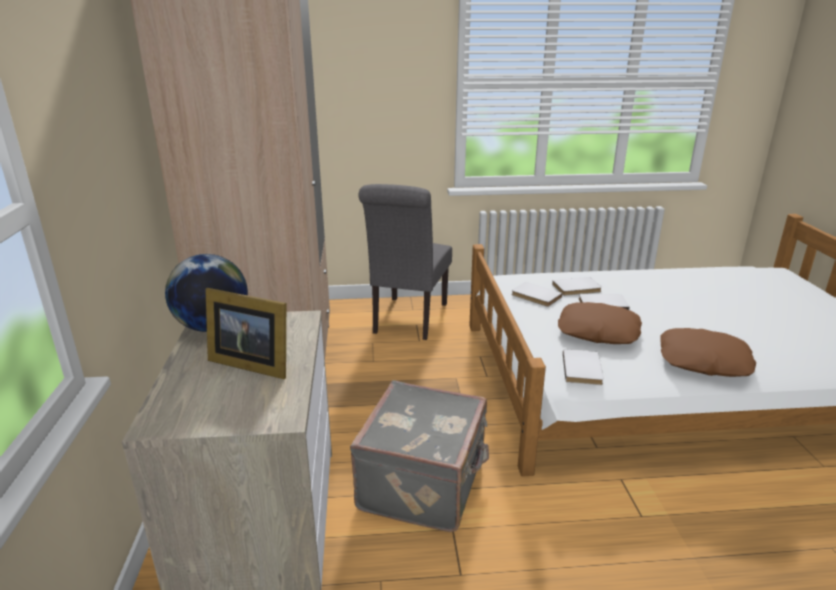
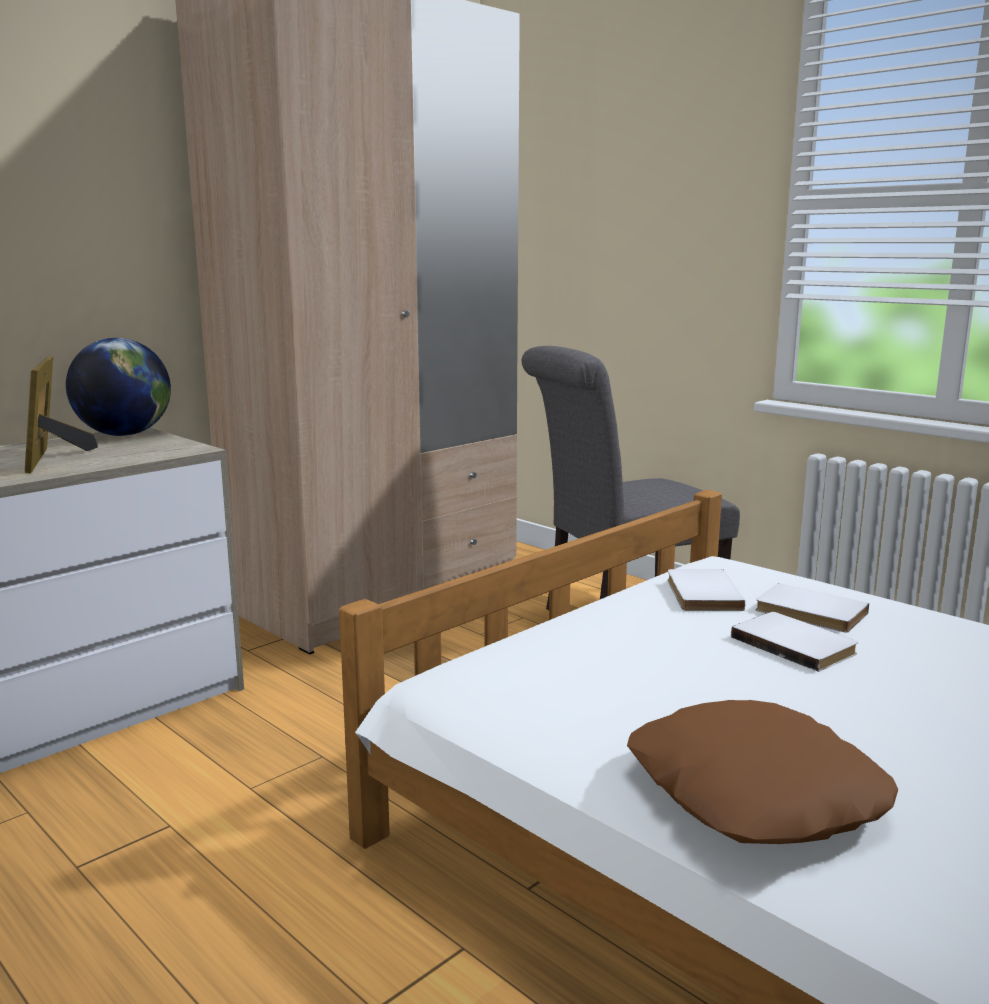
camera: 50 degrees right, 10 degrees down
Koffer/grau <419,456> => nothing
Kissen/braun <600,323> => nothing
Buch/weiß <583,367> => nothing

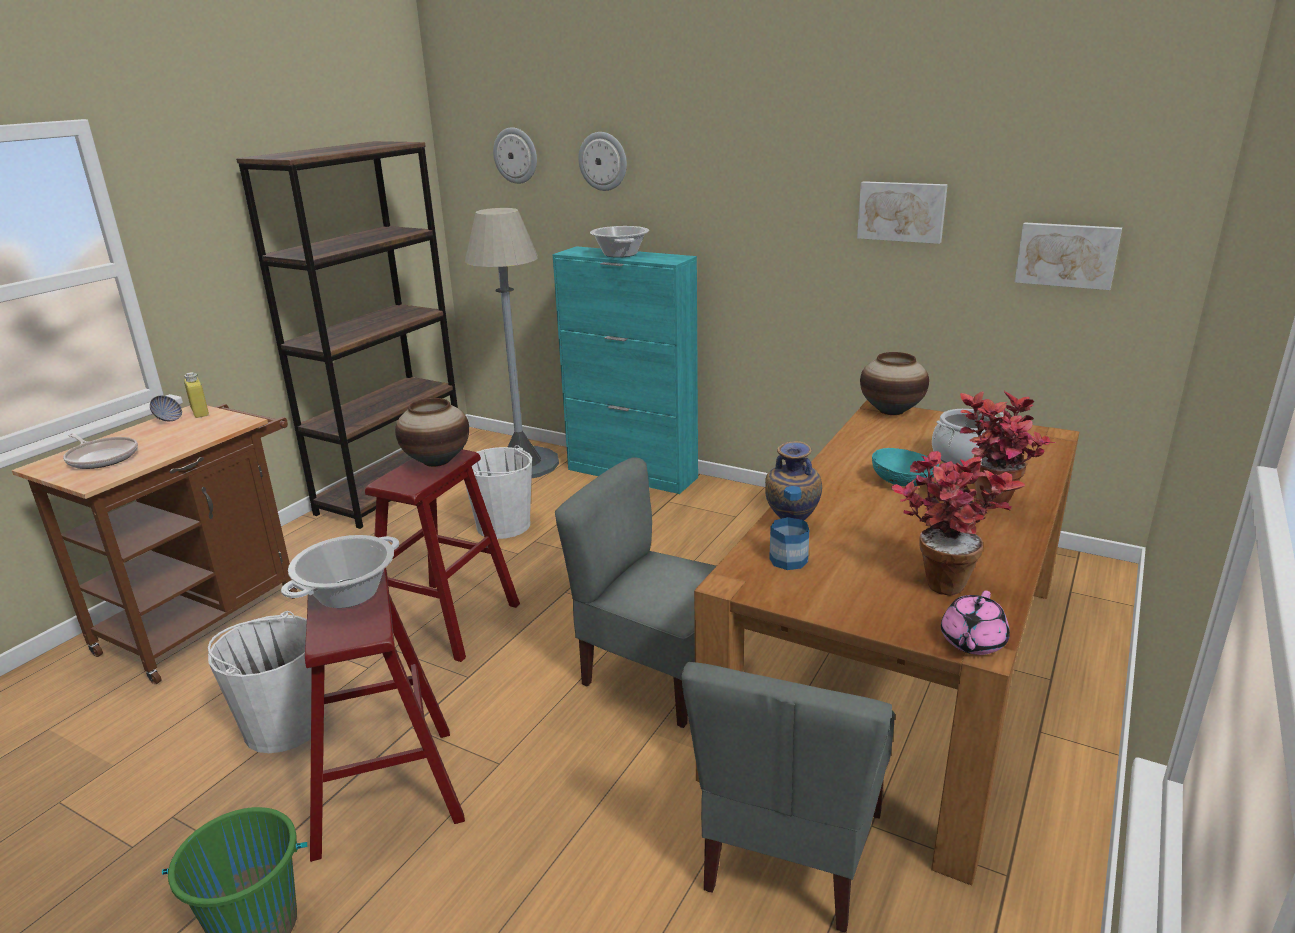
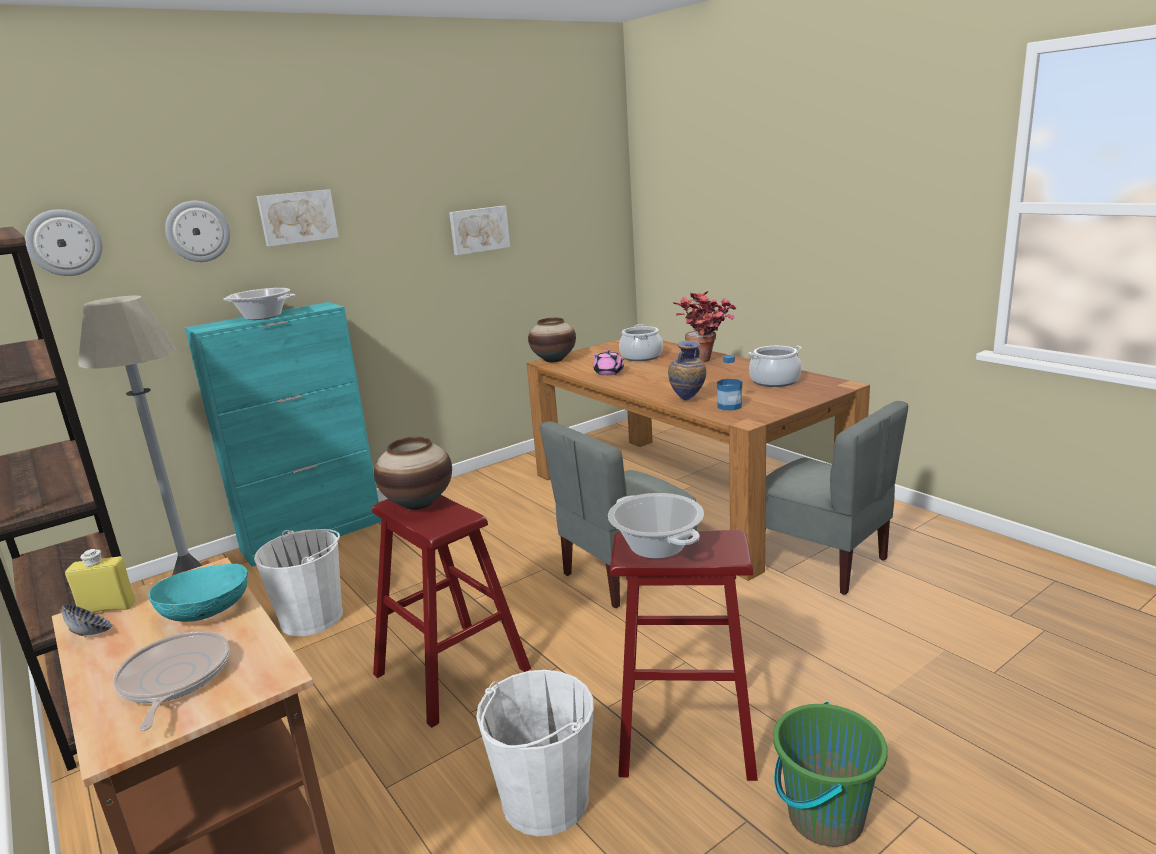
camera: 65 degrees left, 5 degrees down
Pfanne <100,451> => Pfanne <171,681>, 75 degrees counterclockwise
Schüssel/türkis <905,467> => Schüssel/türkis <198,593>, moved
Topfpflanze <958,523> => Kochtopf <775,366>
Teekanne/rosa <975,623> => Teekanne/rosa <608,362>, moved
Bild <1068,256> => Bild <298,217>, moved

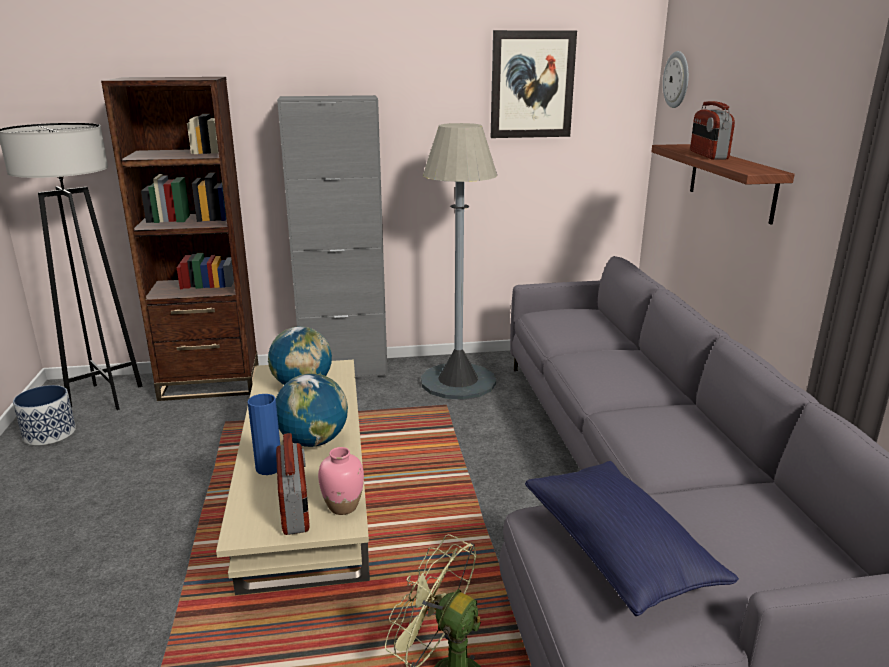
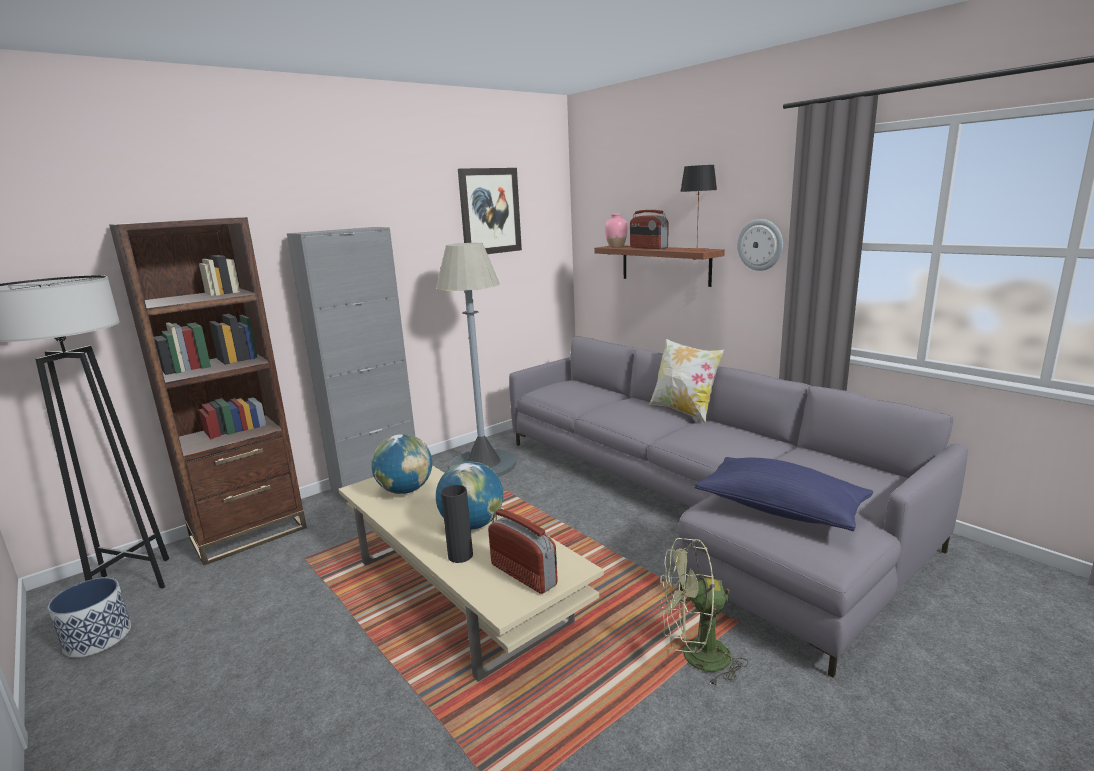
camera: 30 degrees left, 5 degrees down
Vase/blau <263,434> => Vase/schwarz <457,524>
Vase/rosa <341,481> => Vase/rosa <616,230>, moved
Wanduhr <676,79> => Wanduhr <760,245>, moved
nothing => Kissen <687,381>
nothing => Tischlampe <698,208>

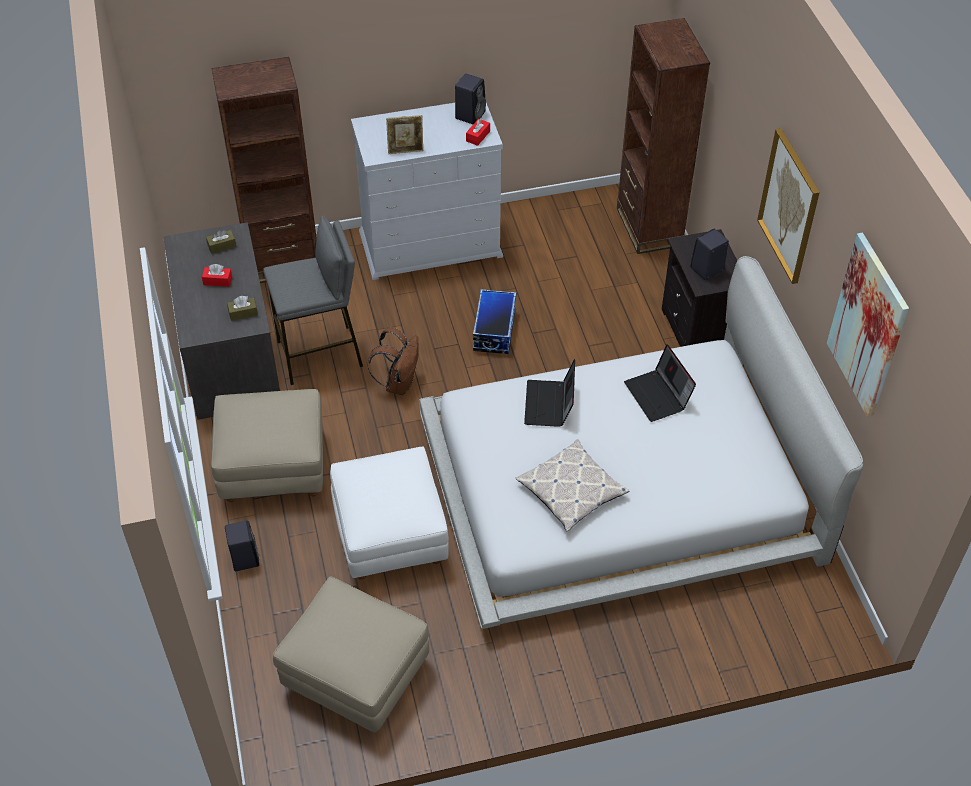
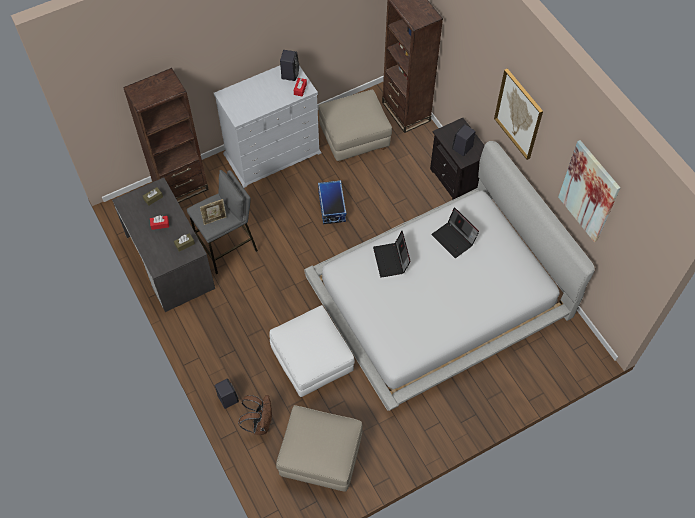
camera: 15 degrees left, 10 degrees up
Polsterhocker/beige <267,445> => Polsterhocker/beige <355,126>, moved
Rucksack/braun <393,361> => Rucksack/braun <255,415>, moved
Bilderrahmen <404,134> => Bilderrahmen <213,212>, moved
Kissen <572,485> => nothing

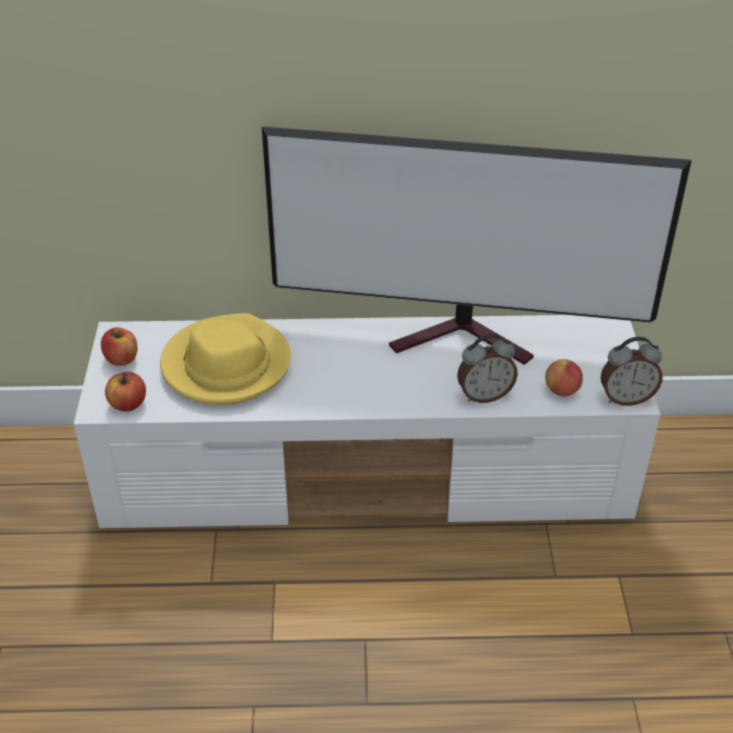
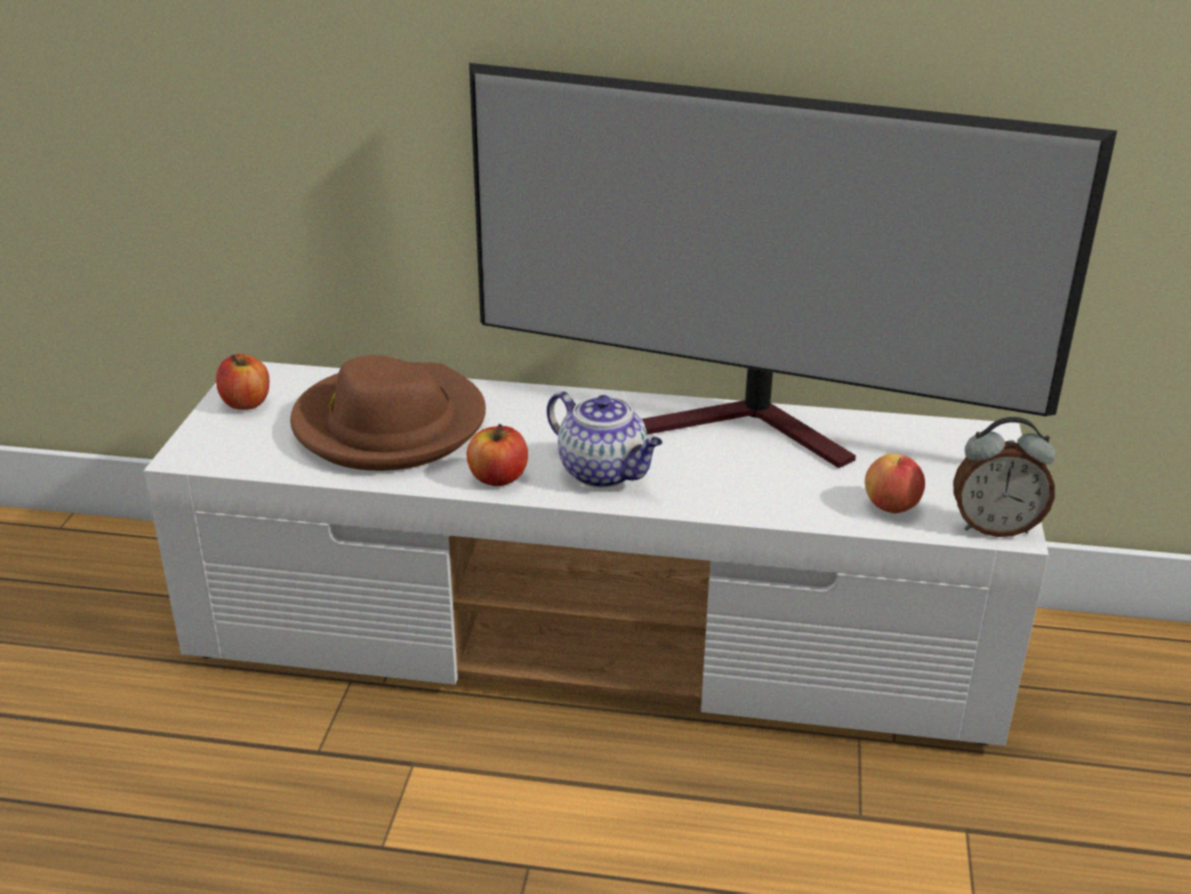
camera: 10 degrees right, 10 degrees down
Apfel <125,391> => Apfel <497,455>, moved
Hut/gelb <225,359> => Hut/braun <388,413>
Wecker <487,368> => nothing
nothing => Teekanne <605,439>

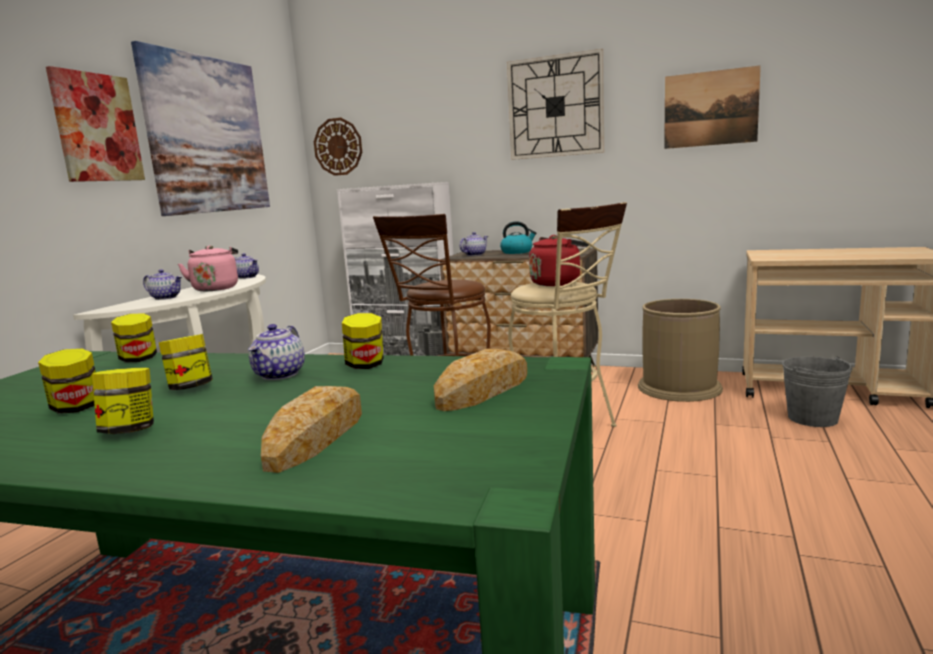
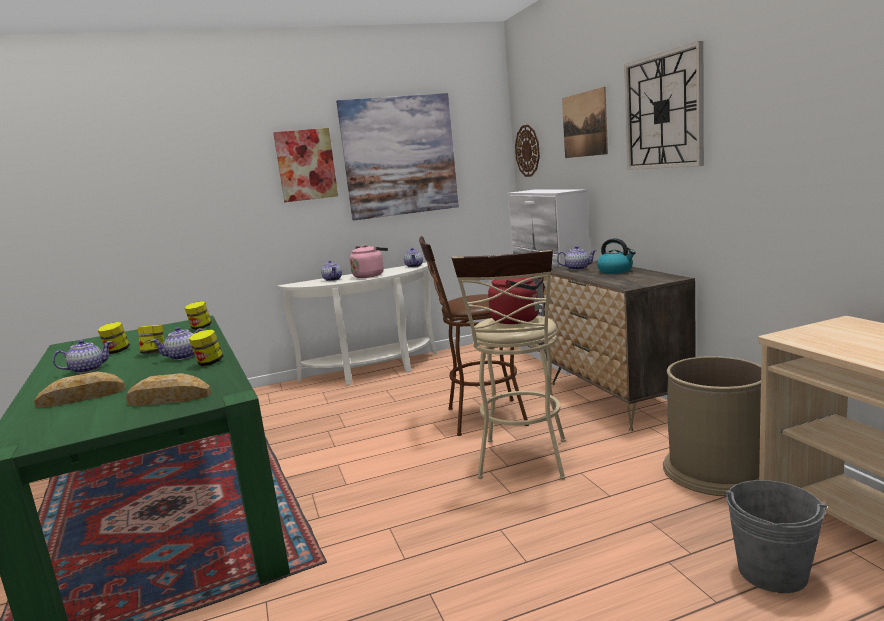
camera: 50 degrees right, 0 degrees up
Vorratsglas <123,401> => Teekanne <82,357>
Bild <712,107> => Bild <585,122>, moved

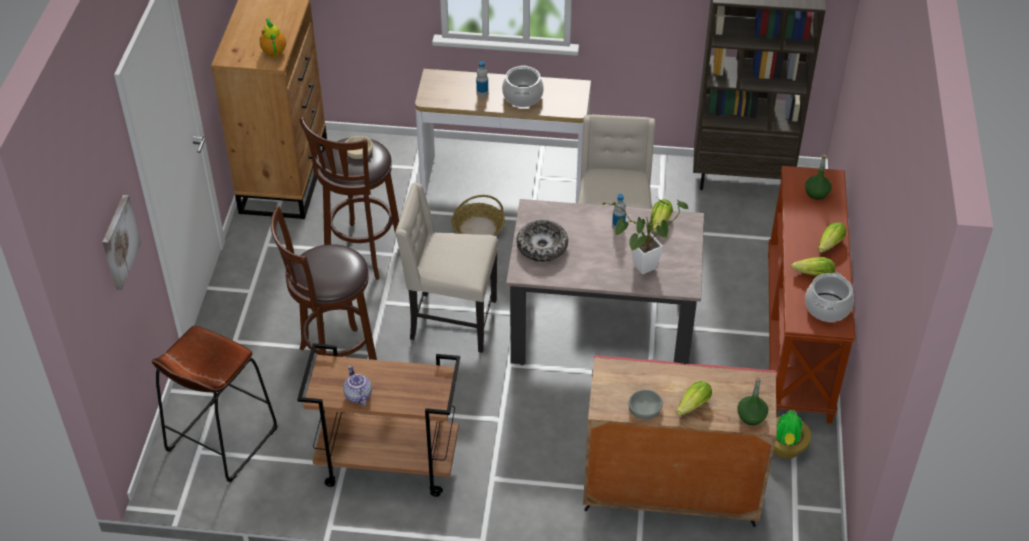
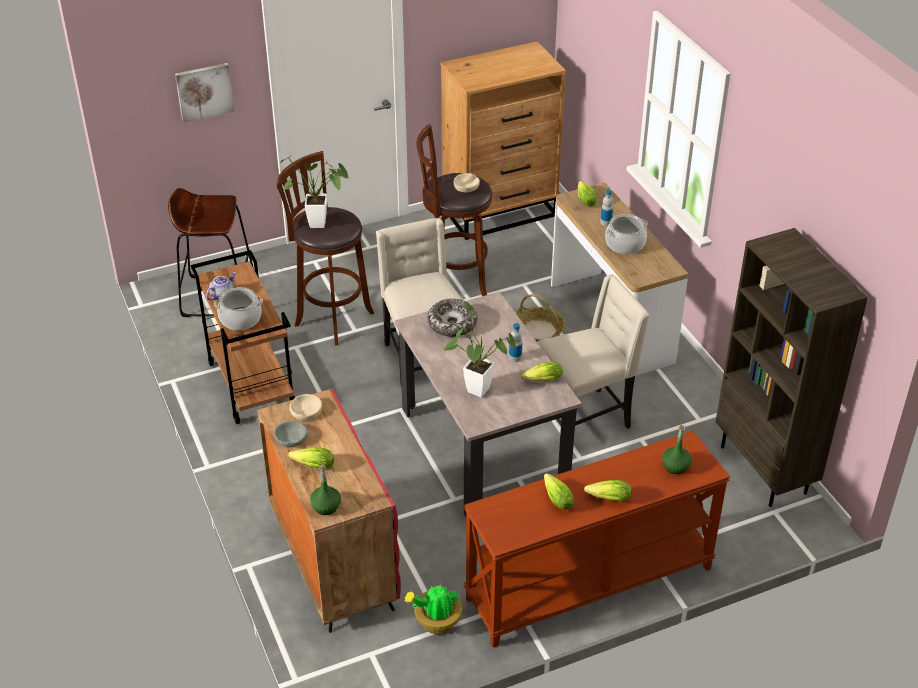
camera: 60 degrees right, 5 degrees down
Teekanne <273,38> => nothing
Kochtopf <829,297> => Kochtopf <238,309>, moved
nothing => Topfpflanze <314,191>
nothing => Schüssel/beige <305,407>
nothing => Salatkopf <587,194>

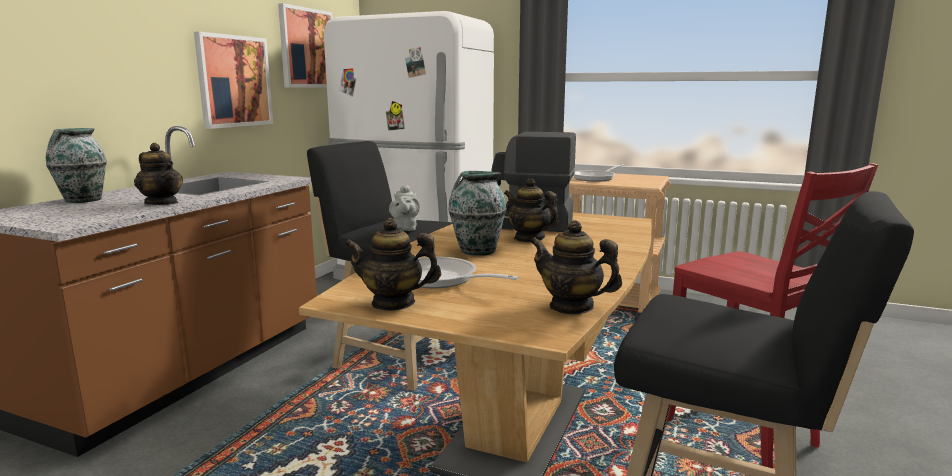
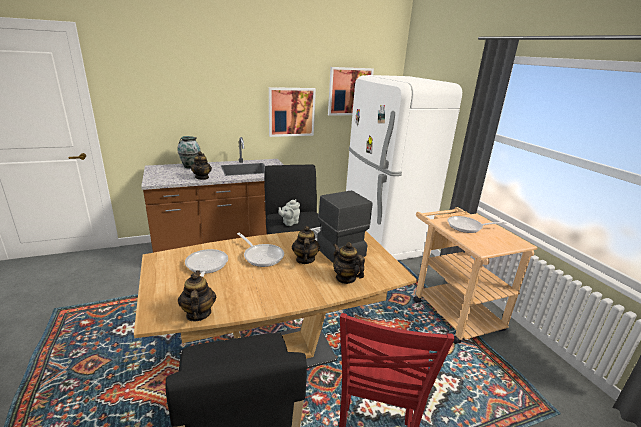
camera: 45 degrees right, 10 degrees up
Teekanne <393,264> => Teekanne <349,263>, moved
Vase <477,213> => Pfanne <260,250>

